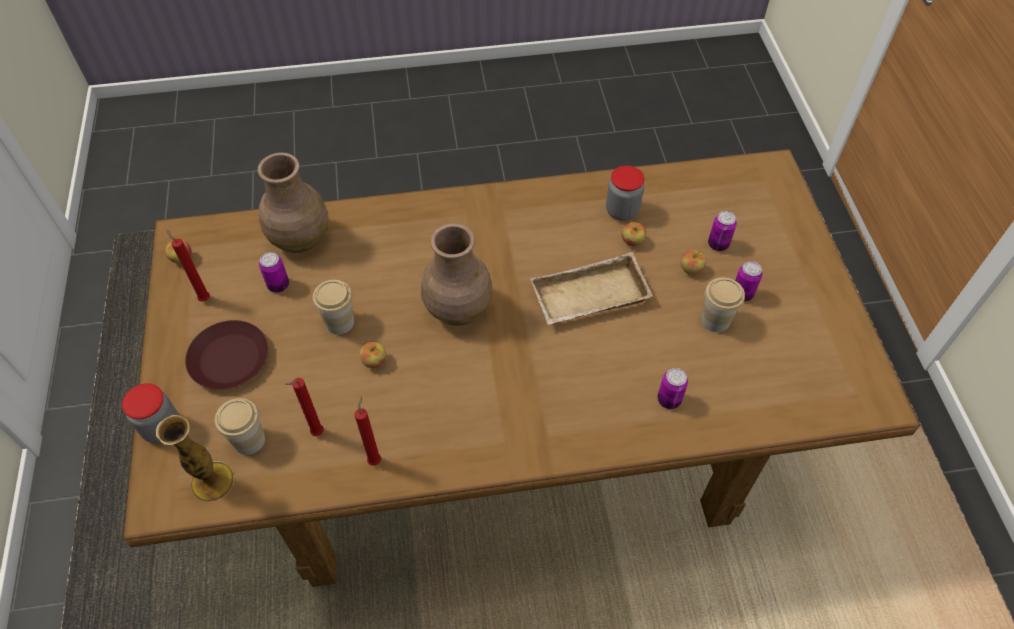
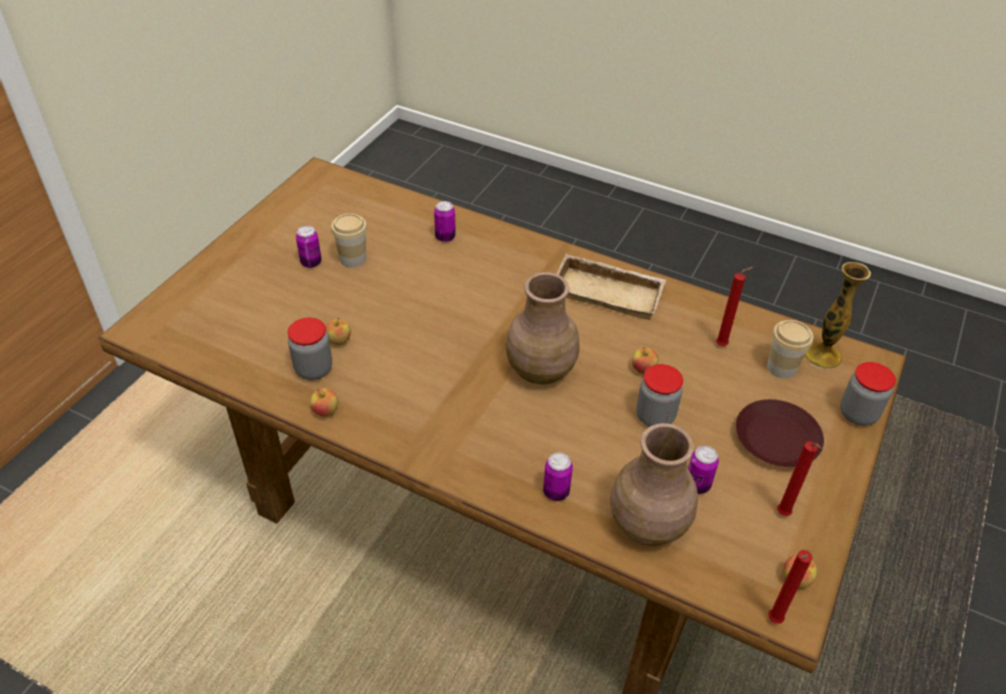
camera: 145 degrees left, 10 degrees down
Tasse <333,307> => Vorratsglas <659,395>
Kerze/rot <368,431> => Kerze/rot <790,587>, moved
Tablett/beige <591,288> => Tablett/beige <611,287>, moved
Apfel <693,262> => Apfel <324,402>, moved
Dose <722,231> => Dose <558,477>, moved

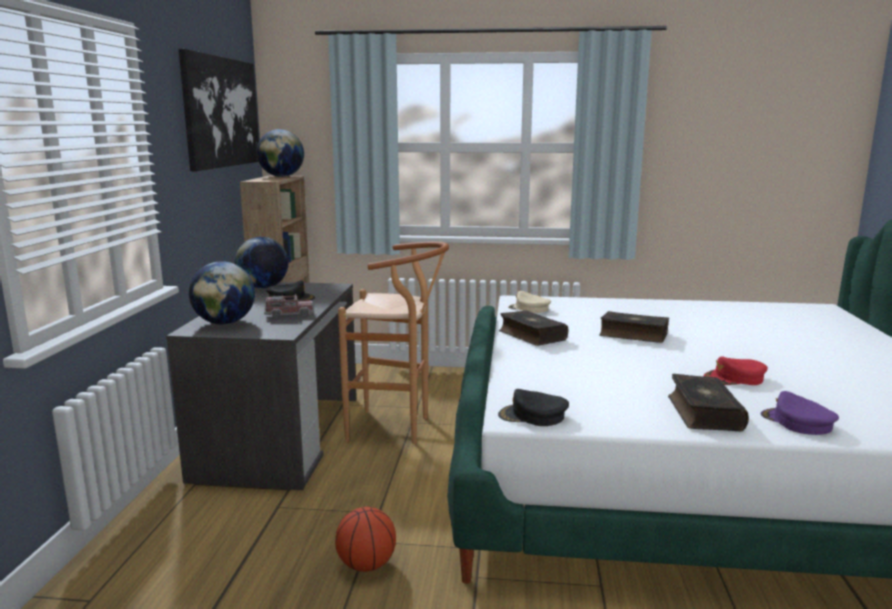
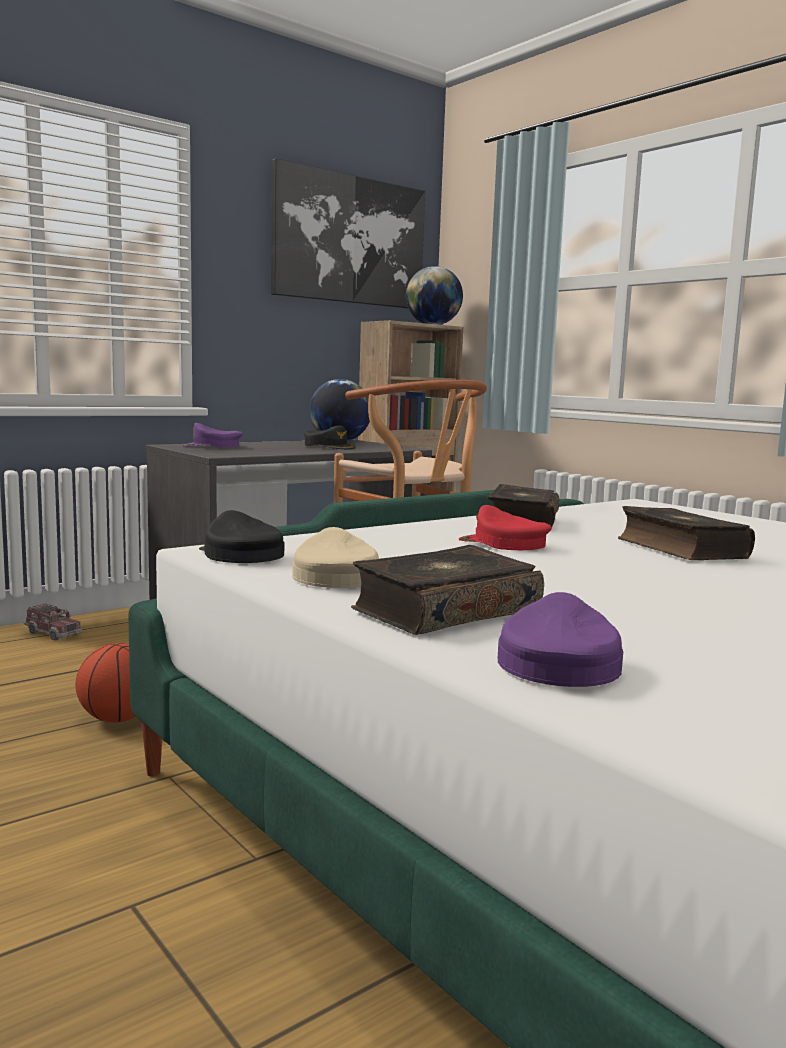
camera: 45 degrees right, 5 degrees down
Globus <222,292> => Kappe/lila <212,435>
Spielzeuglaster <289,306> => Spielzeuglaster <53,622>, moved
Kappe/beige <529,302> => Kappe/beige <335,557>, moved
Kappe/rot <735,370> => Kappe/rot <505,527>, moved

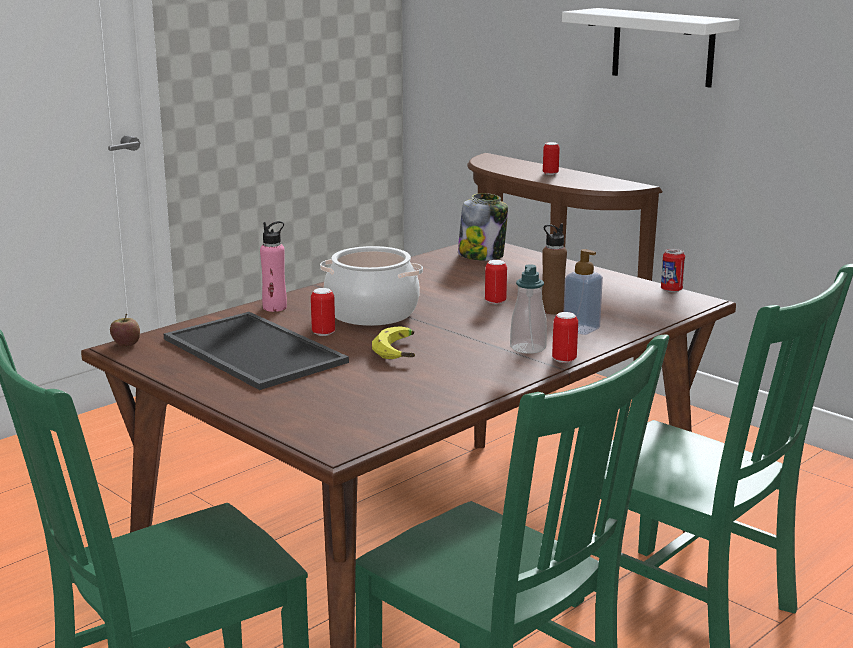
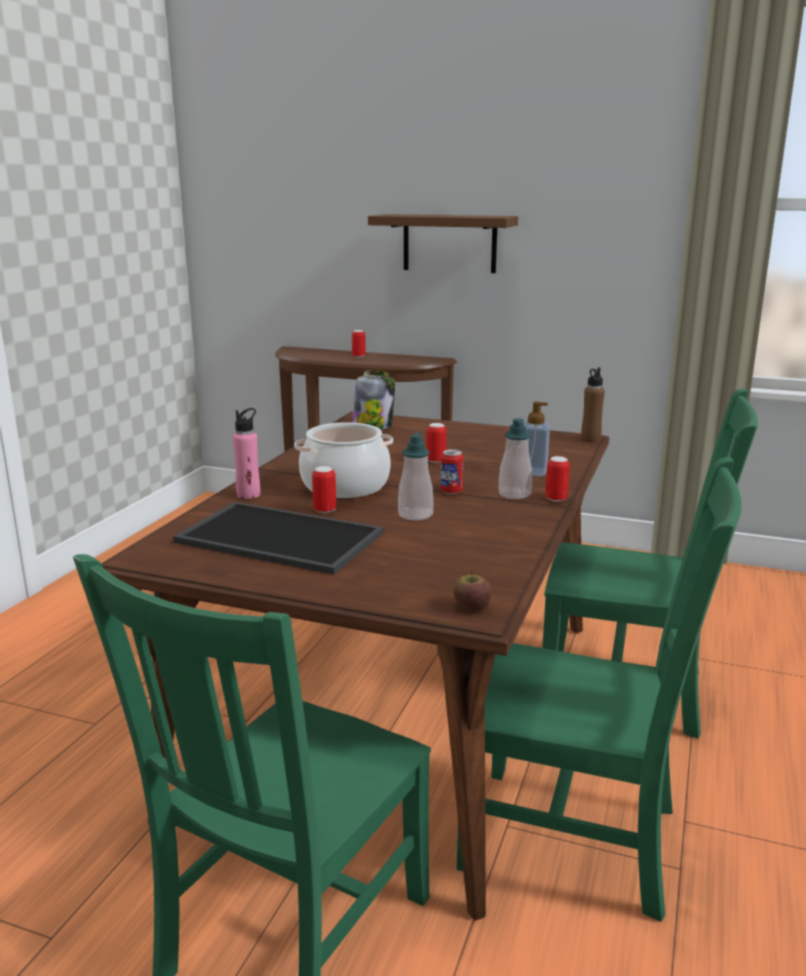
camera: 25 degrees left, 0 degrees up
Apfel <125,330> => Apfel <472,590>, moved
Banane <393,342> => Seifenspender <415,476>
Flasche/braun <554,269> => Flasche/braun <593,405>, moved
Wandregal/weiß <651,48> => Wandregal/braun <443,243>
Dose <673,270> => Dose <452,472>, moved

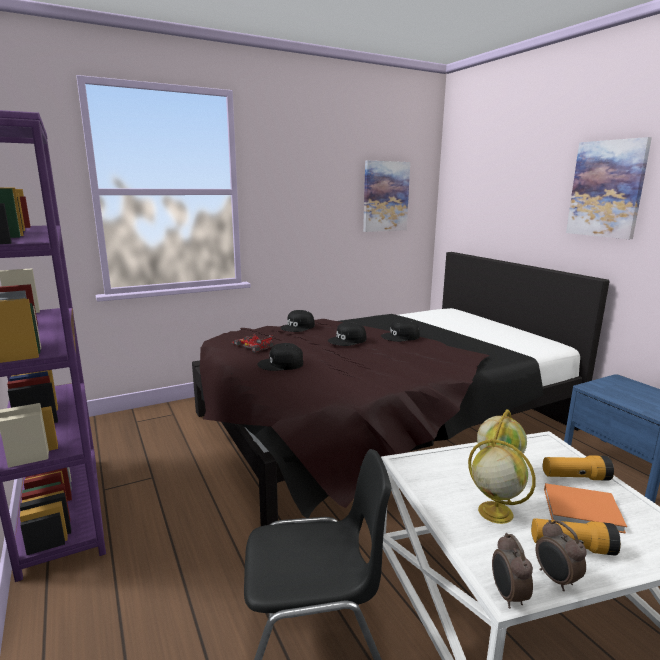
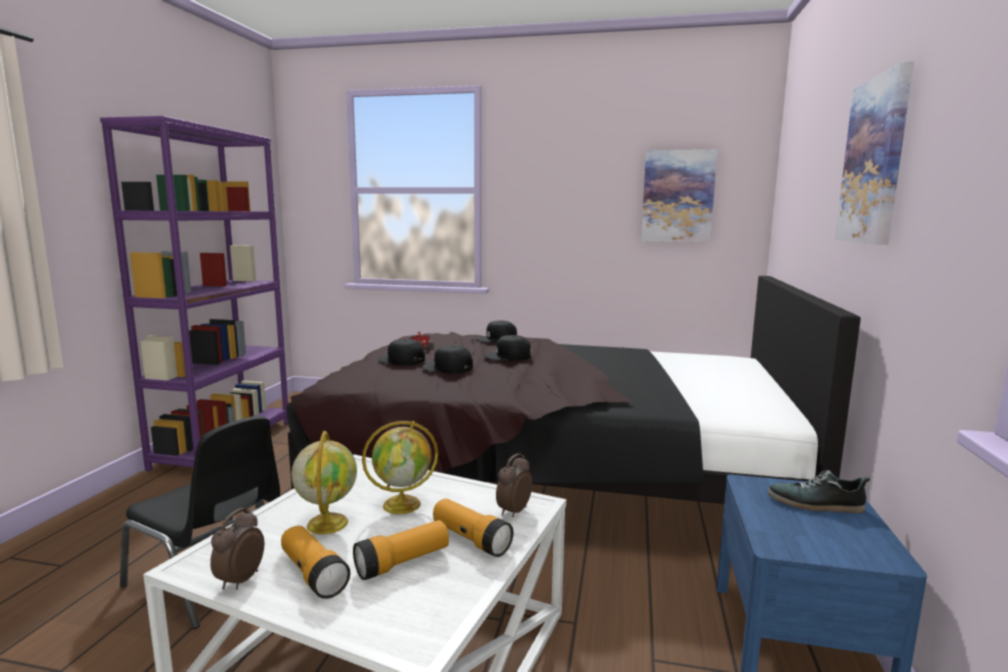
camera: 40 degrees right, 5 degrees down
Kappe/schwarz <400,330> => Kappe/schwarz <447,359>, moved
Wecker <512,571> => Wecker <514,485>, moved
Buch/orange <585,508> => Taschenlampe <401,550>
nothing => Schuh <819,492>

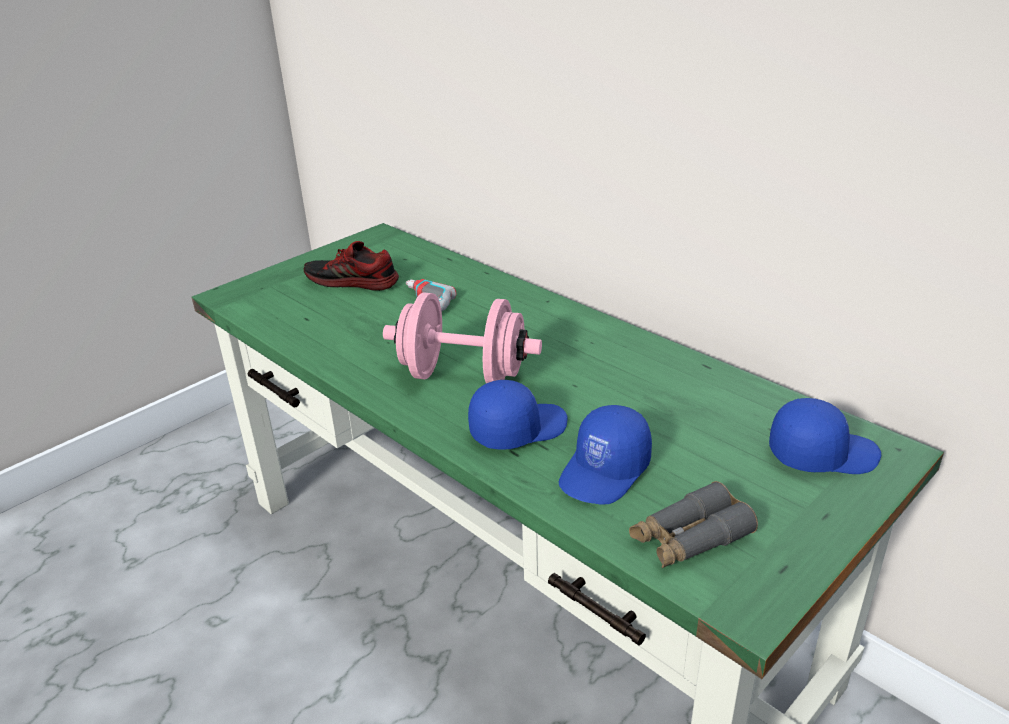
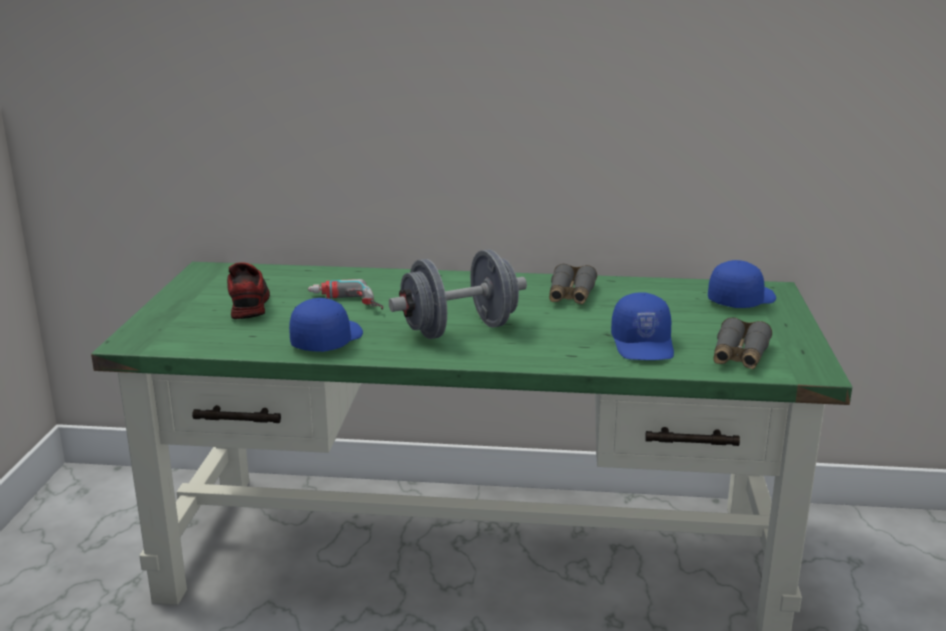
camera: 40 degrees left, 10 degrees down
Schuh <351,266> => Schuh <248,290>, 105 degrees clockwise
Hantel/rosa <462,338> => Hantel/grau <458,294>
Kappe/blau <518,415> => Kappe/blau <326,325>, moved
nothing => Fernglas/grau <573,284>

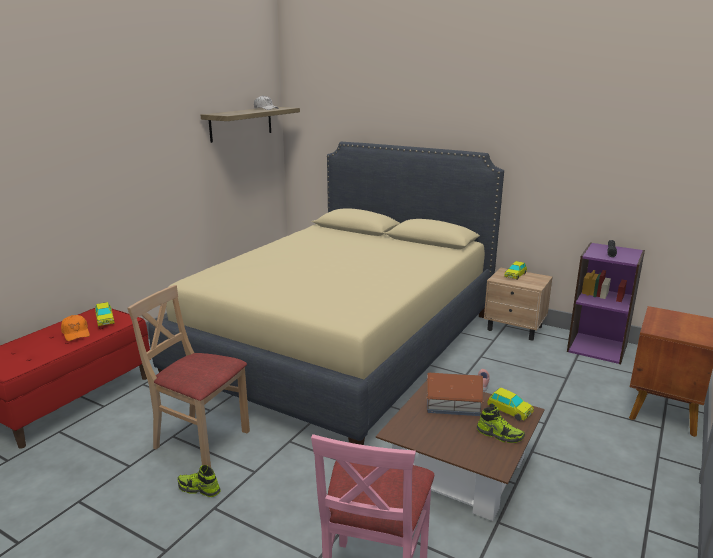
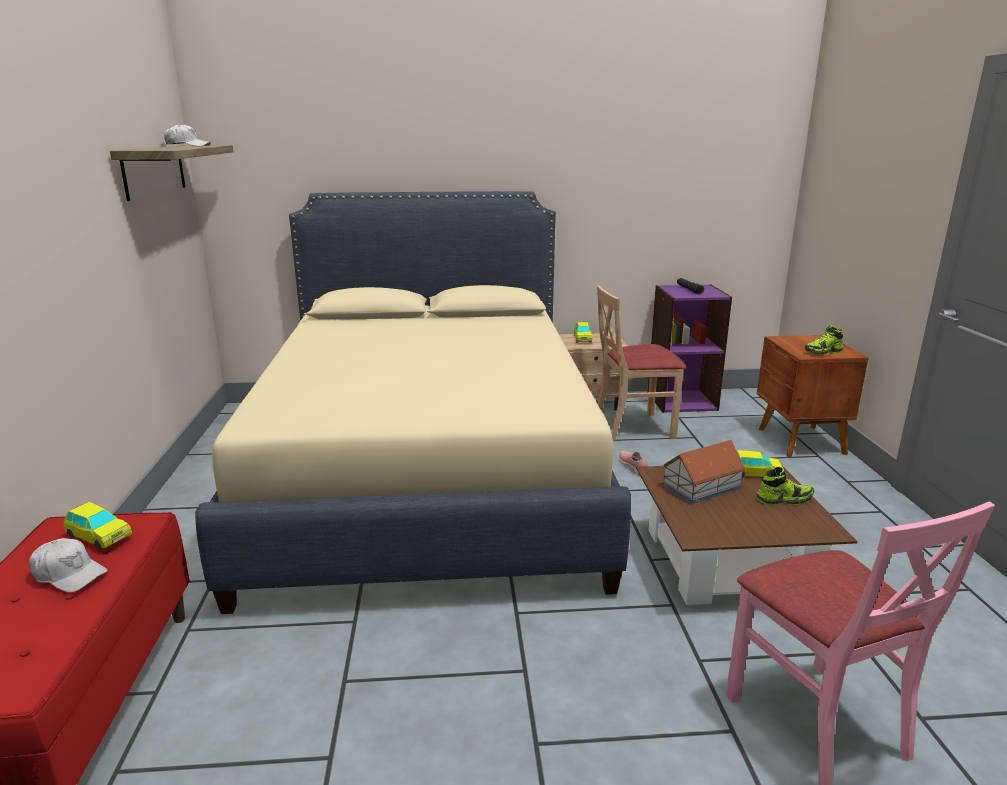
camera: 35 degrees left, 0 degrees up
Kappe/orange <75,328> => Kappe/weiß <68,565>
Stuhl/beige <189,376> => Stuhl/beige <641,363>, moved
Schuh <199,481> => Schuh <824,340>, moved

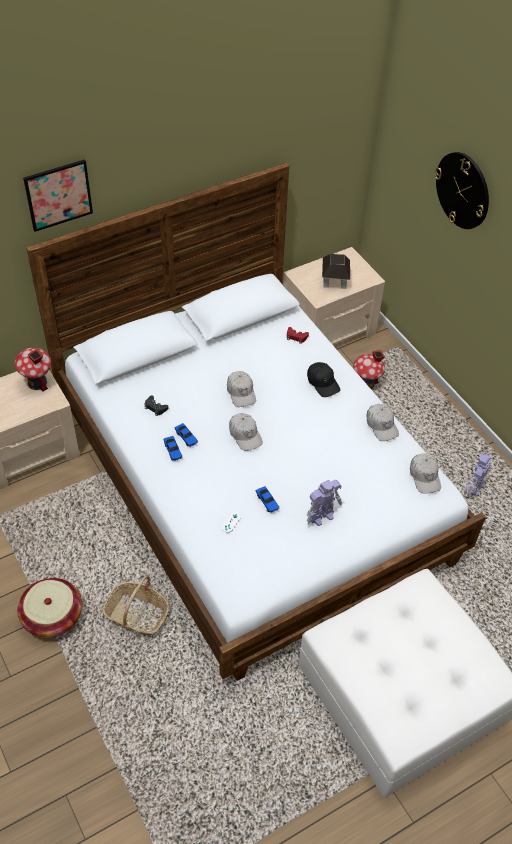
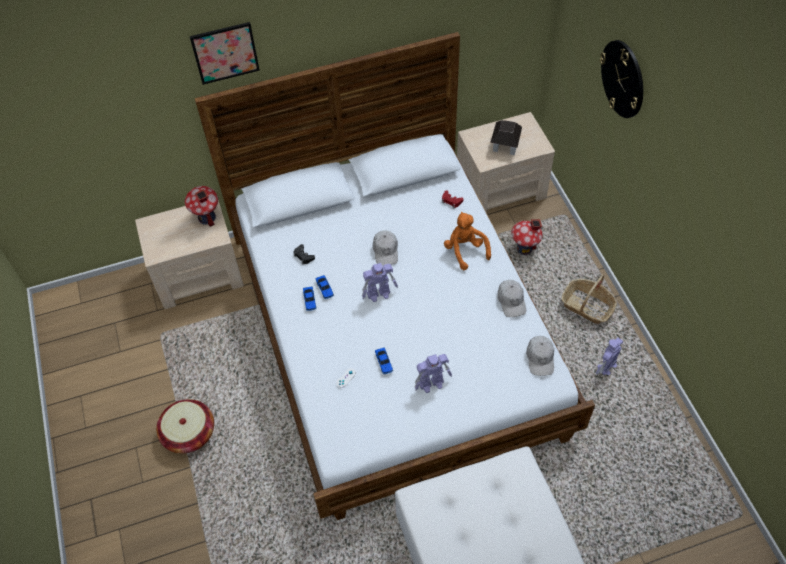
camera: 15 degrees right, 5 degrees up
Korb <136,605> => Korb <589,299>, moved
Kappe/weiß <246,432> => Spielzeugroboter <380,282>
Kappe/schwarz <323,379> => Plüschtier/orange <467,241>

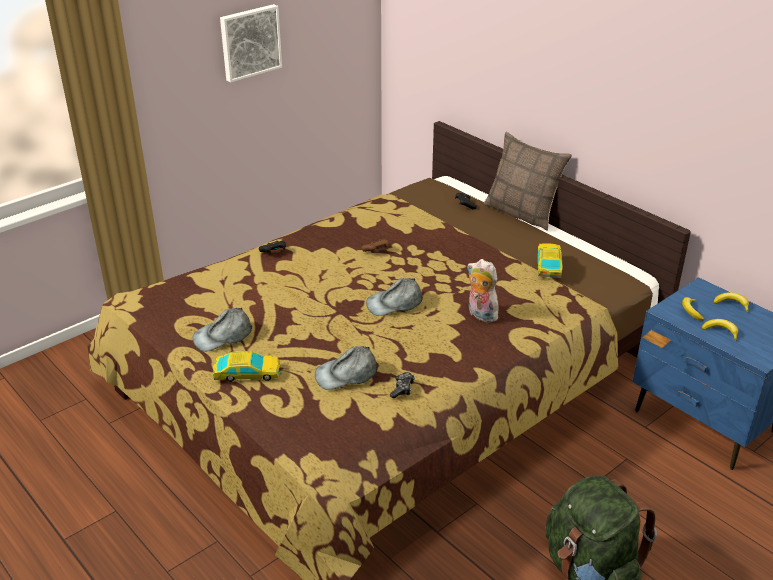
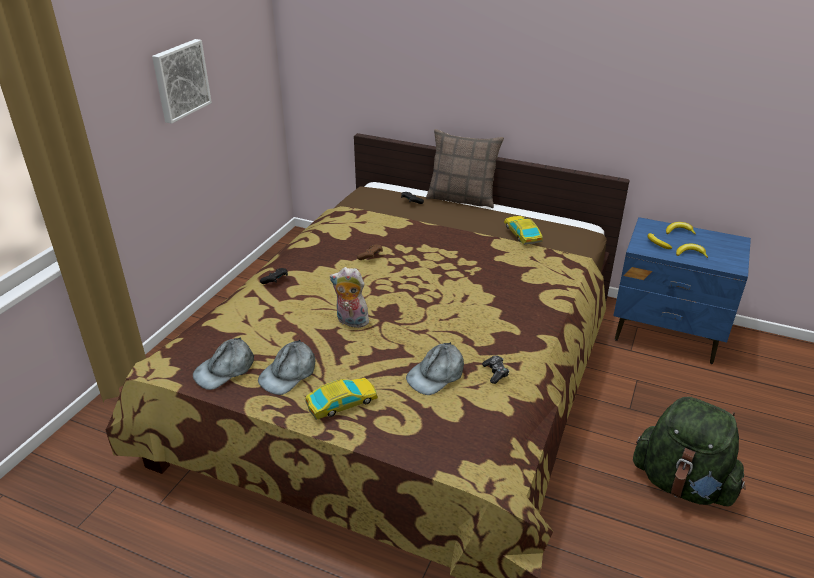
camera: 25 degrees left, 0 degrees up
Kappe/grau <394,297> => Kappe/grau <223,364>, moved
Plüschtier <483,291> => Plüschtier <349,297>, moved

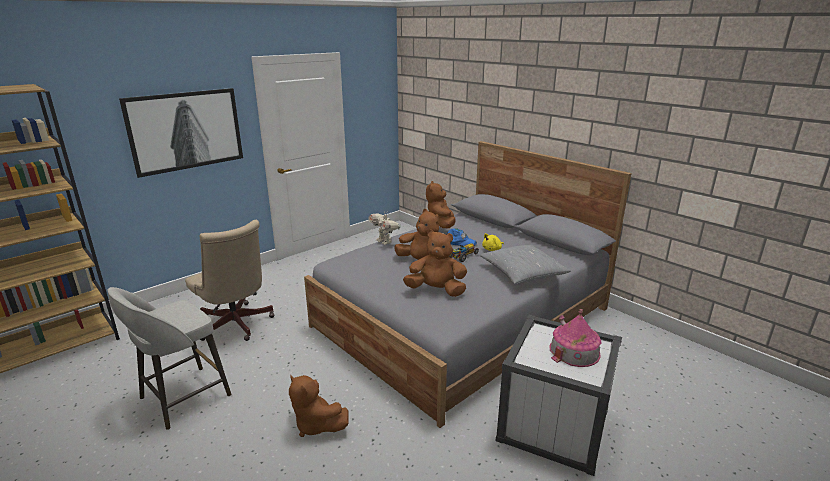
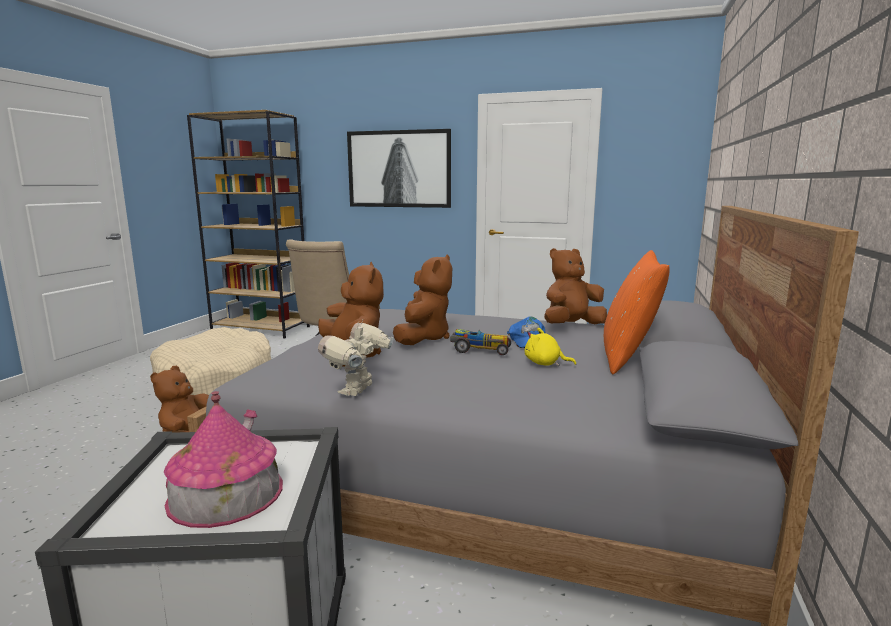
camera: 60 degrees right, 10 degrees down
Hocker/grau <169,358> => Hundebett/beige <210,361>
Spielzeugroboter <384,229> => Spielzeugroboter <356,358>, moved
Kissen/grau <525,264> => nothing
nothing => Kissen/orange <637,312>

